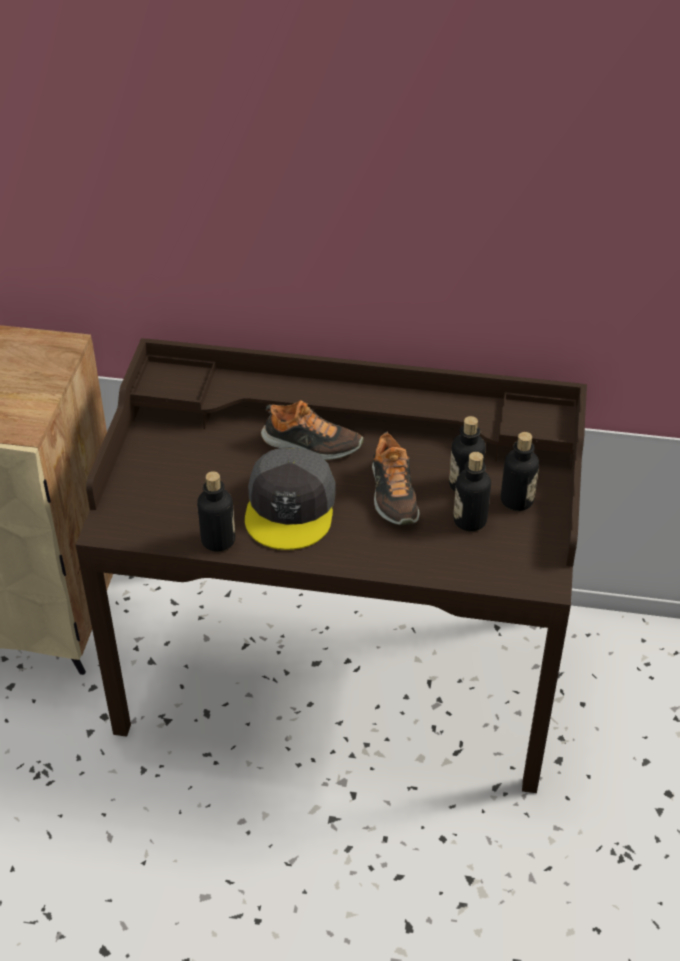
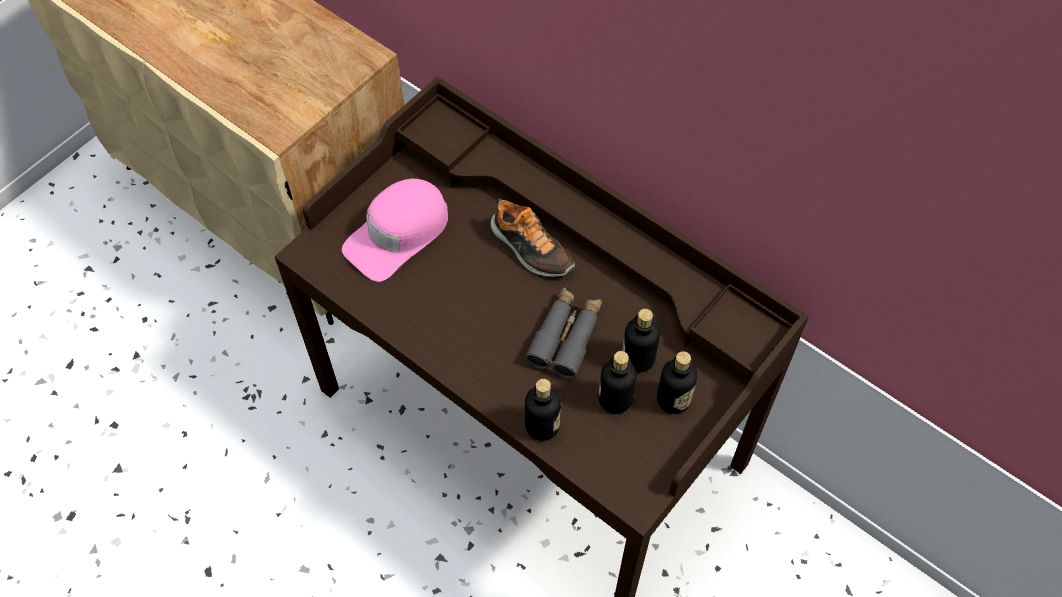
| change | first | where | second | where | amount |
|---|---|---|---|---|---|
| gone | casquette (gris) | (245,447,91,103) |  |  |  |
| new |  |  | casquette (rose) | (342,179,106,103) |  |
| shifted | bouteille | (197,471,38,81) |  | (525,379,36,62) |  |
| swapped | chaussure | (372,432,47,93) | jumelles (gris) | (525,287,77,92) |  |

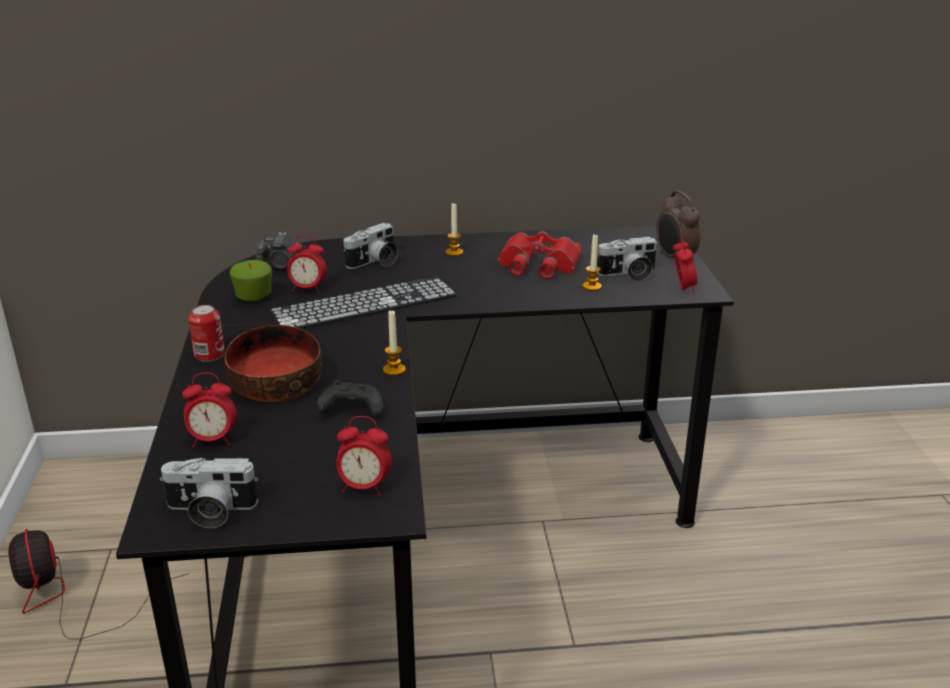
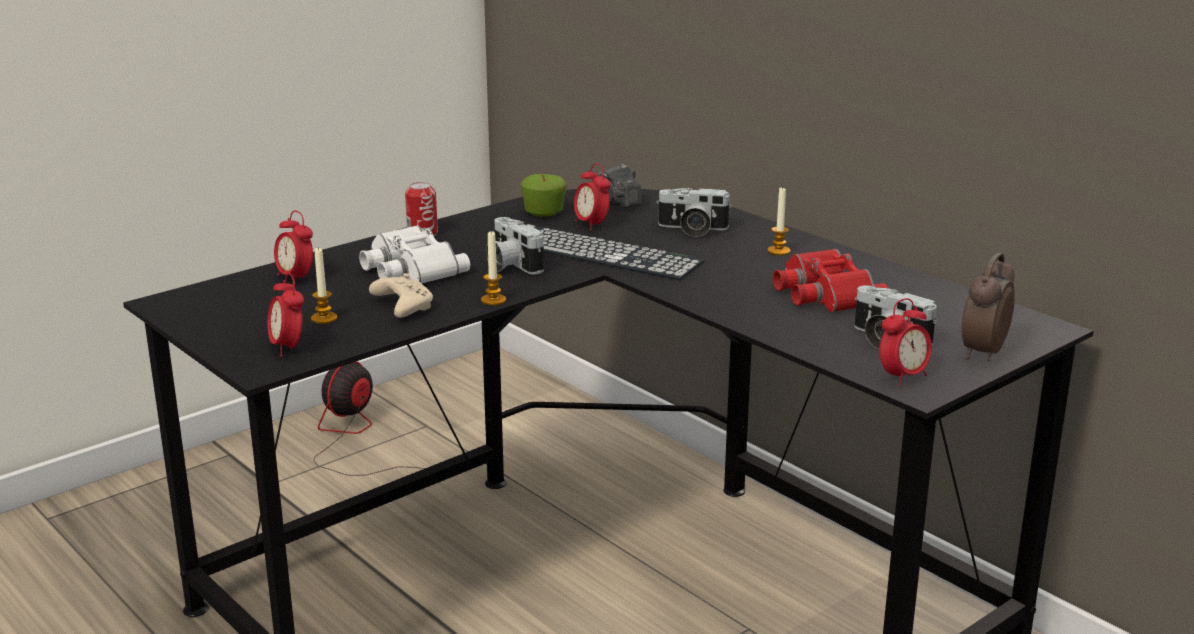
| change | first | where | second | where | amount |
|---|---|---|---|---|---|
| shifted | appareil photo | (160,458,98,70) |  | (486,217,58,57) |  |
| shifted | bougie | (582,233,20,58) |  | (311,248,26,76) |  |
| swapped | bol | (224,325,99,77) | jumelles (blanc) | (359,225,111,59) |  |
| repainted | manette (noir) | (317,380,67,37) | manette (beige) | (369,273,64,45) |  |

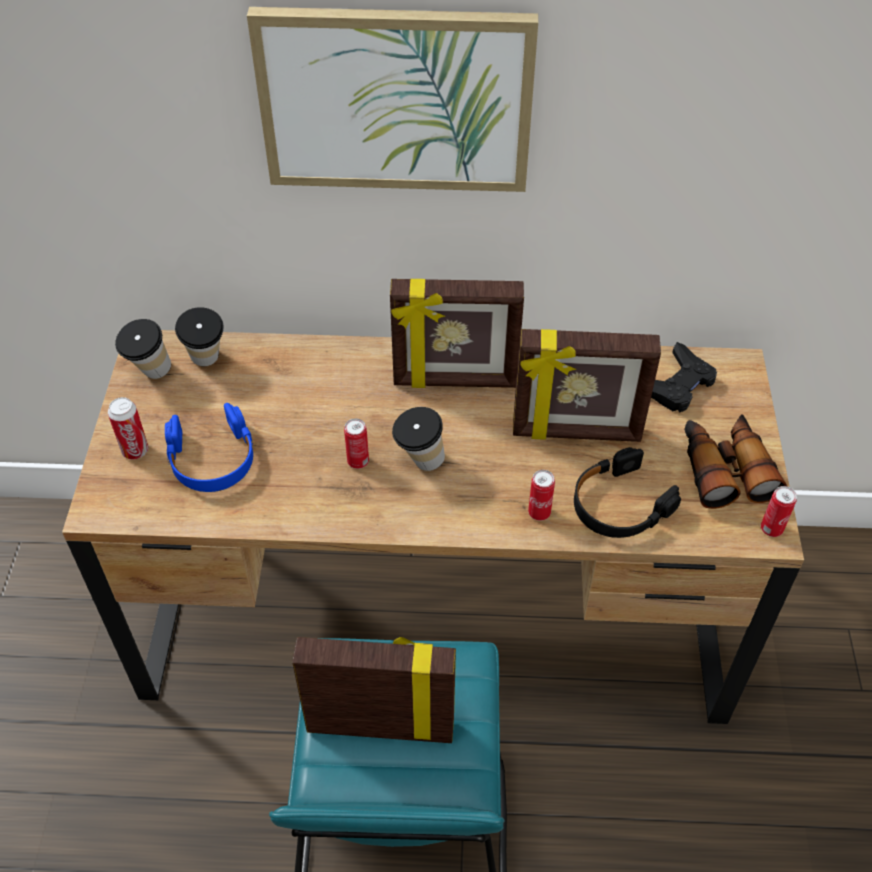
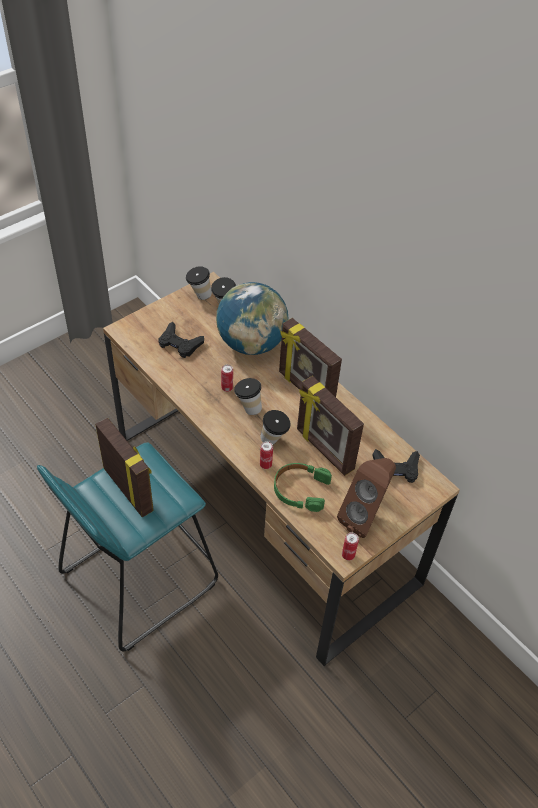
| change | first | where | second | where | amount |
|---|---|---|---|---|---|
| gone | boîte métallique | (108,397,41,62) |  |  |  |
| gone | tableau | (247,7,291,185) |  |  |  |
| new |  |  | globe | (216,282,73,73) |  |
| new |  |  | tasse | (260,410,30,34) |  |
| swapped | casque audio (bleu) | (165,403,88,89) | manette (noir) | (158,322,46,36) |  |
| swapped | jumelles | (685,414,102,95) | enceinte (marron) | (337,458,59,80) |  |
| repainted | casque audio (noir) | (574,447,107,91) | casque audio (vert) | (274,463,58,49) |  |

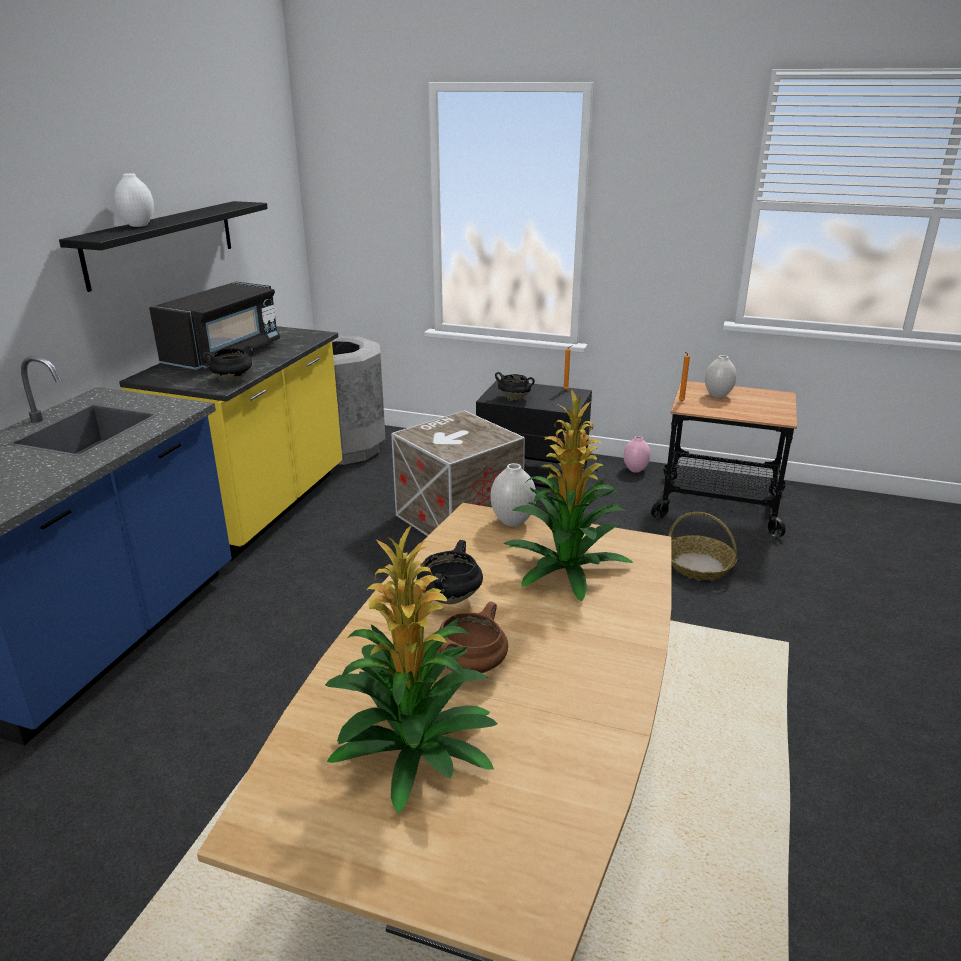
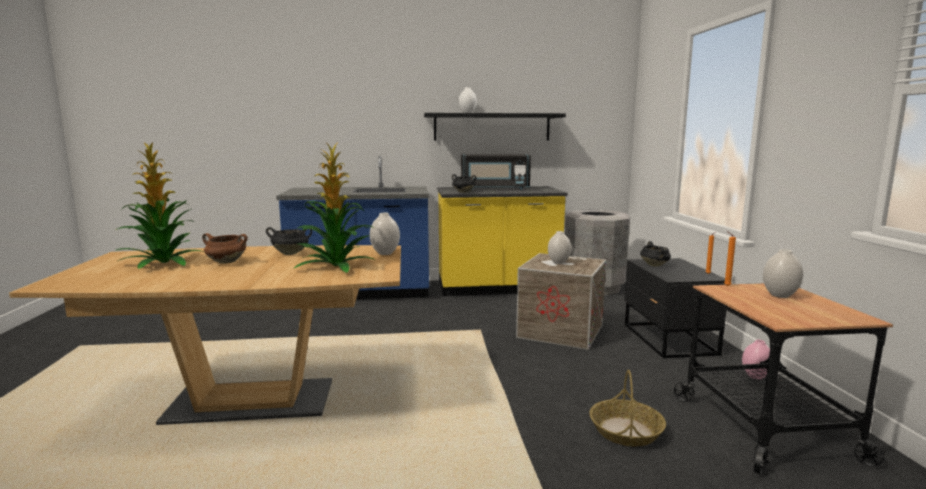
| change | first | where | second | where | amount |
|---|---|---|---|---|---|
| new |  |  | vase (blanc) | (548,231,23,33) |  |

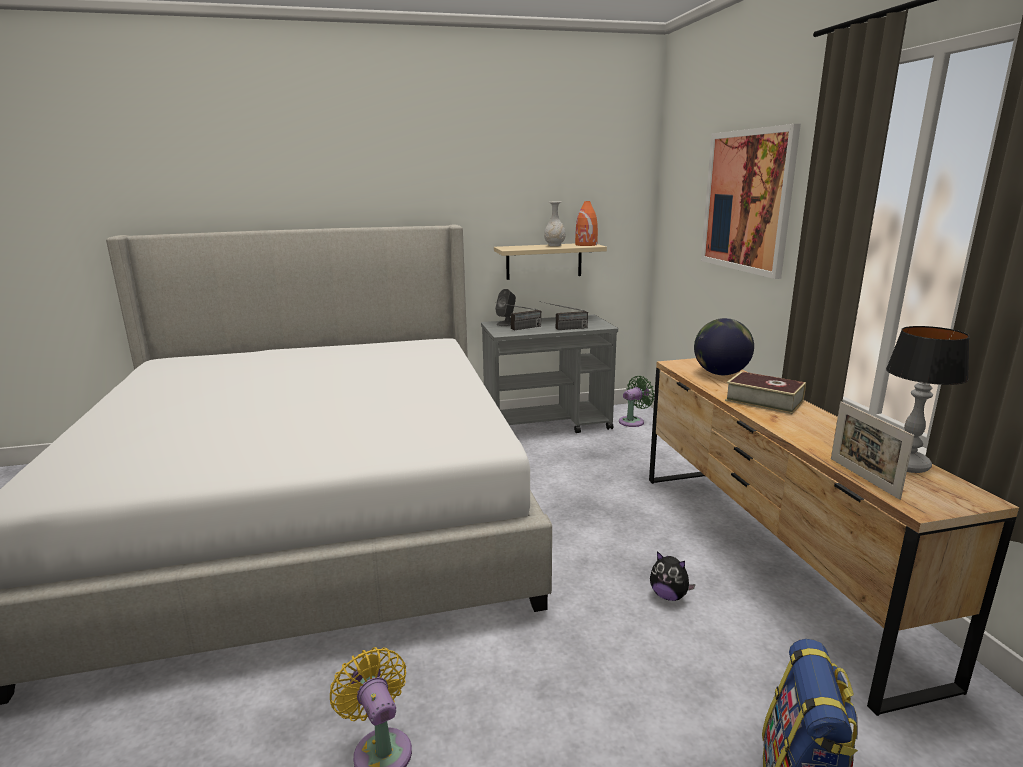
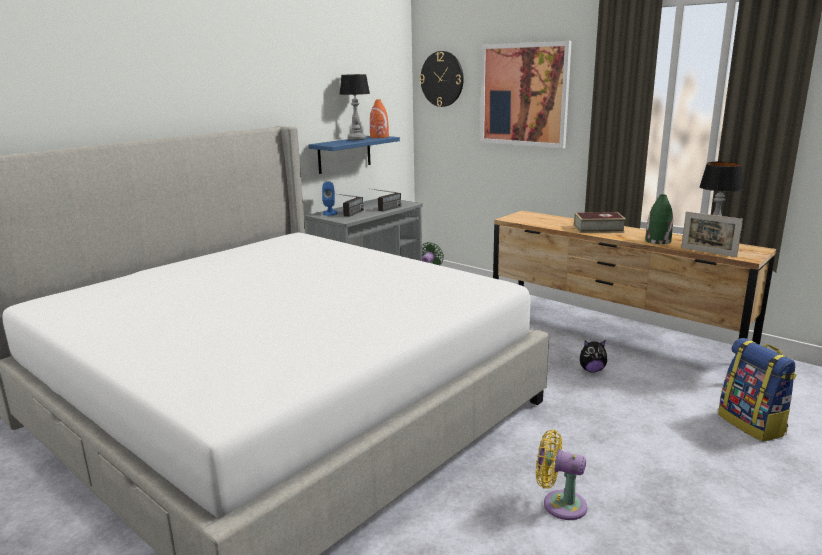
| change | first | where | second | where | amount |
|---|---|---|---|---|---|
| gone | globe | (694,318,60,57) |  |  |  |
| new |  |  | horloge murale | (420,51,44,56) |  |
| new |  |  | vase (vert) | (645,194,28,50) |  |
| swapped | vase (blanc) | (544,202,22,44) | lampe de table | (339,74,31,66) |  |
| repainted | étagère (beige) | (494,244,113,36) | étagère (bleu) | (308,136,92,38) |  |
| repainted | enceinte (gris) | (495,289,21,37) | enceinte (bleu) | (322,182,16,34) |  |

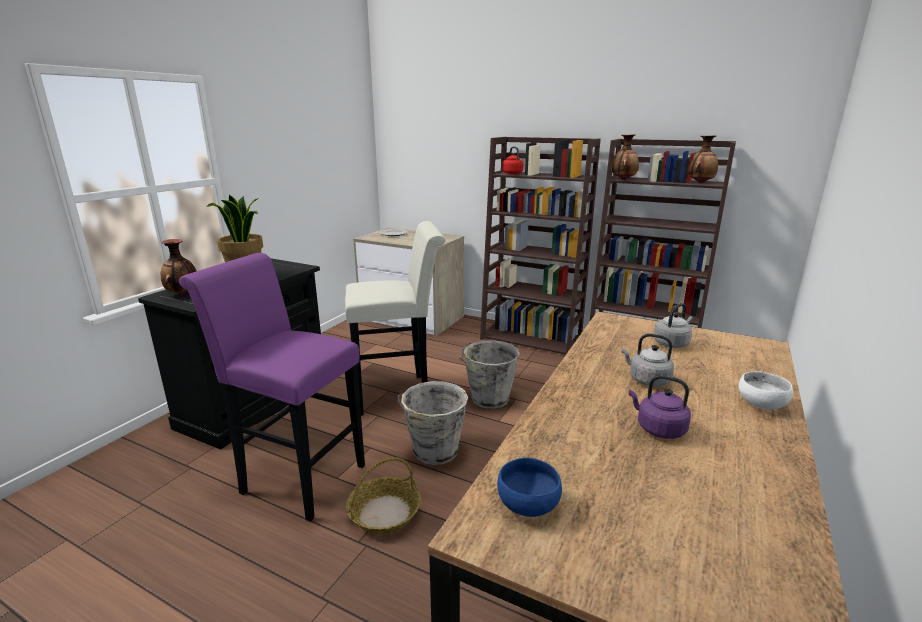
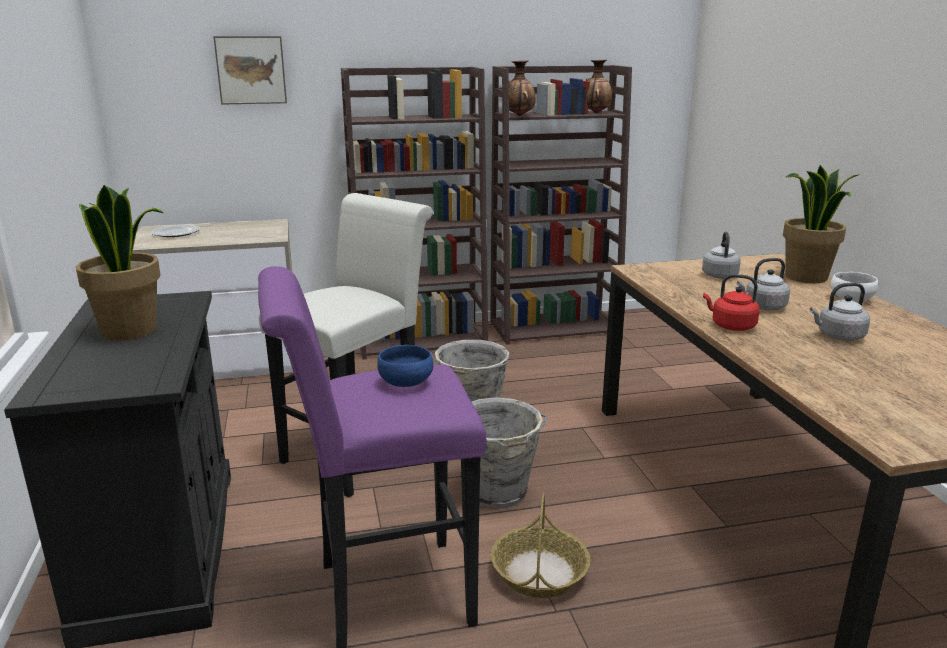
| change | first | where | second | where | amount |
|---|---|---|---|---|---|
| gone | vase | (161,239,36,56) |  |  |  |
| new |  |  | tableau | (213,36,74,69) |  |
| new |  |  | plante en pot | (783,165,77,118) |  |
| shifted | bol (bleu) | (497,458,65,59) |  | (377,345,57,42) |  |
| shifted | bouilloire (rouge) | (502,147,21,27) |  | (703,274,57,57) |  |
| repainted | bouilloire (violet) | (629,375,62,64) | bouilloire (gris) | (810,283,60,58) |  |

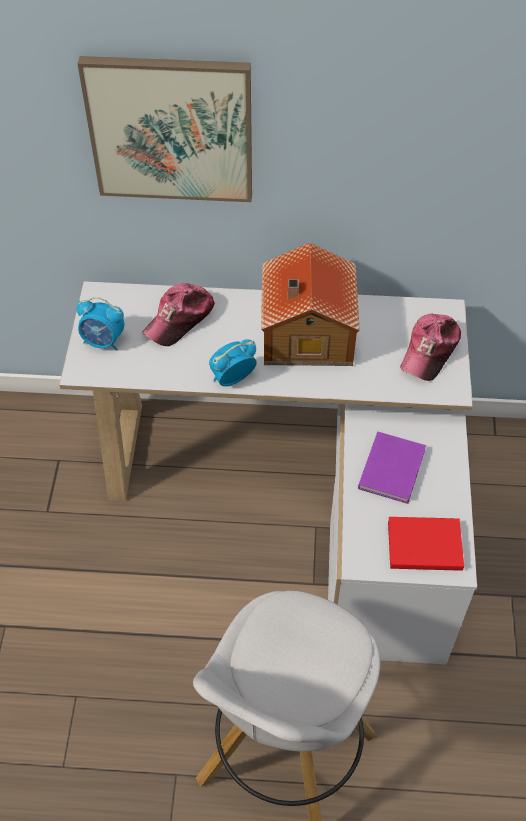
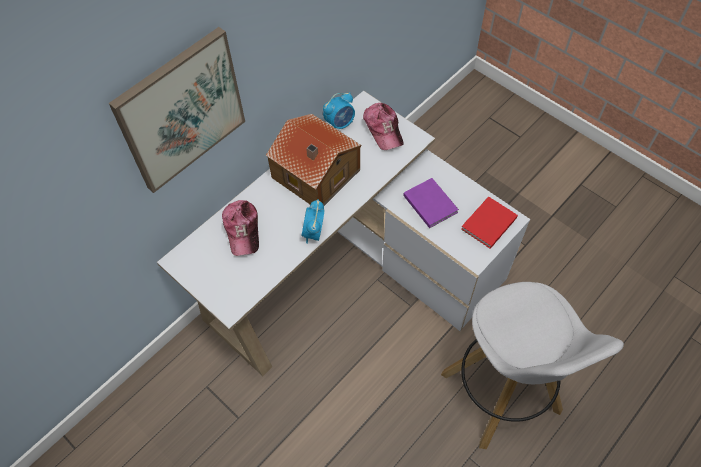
| change | first | where | second | where | amount |
|---|---|---|---|---|---|
| shifted | réveil | (77,297,47,54) |  | (323,92,32,37) |  |

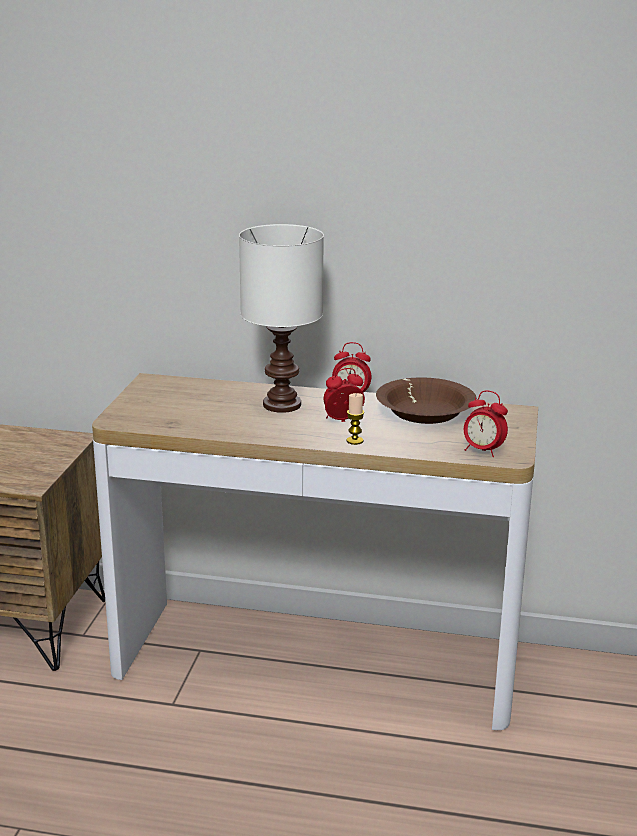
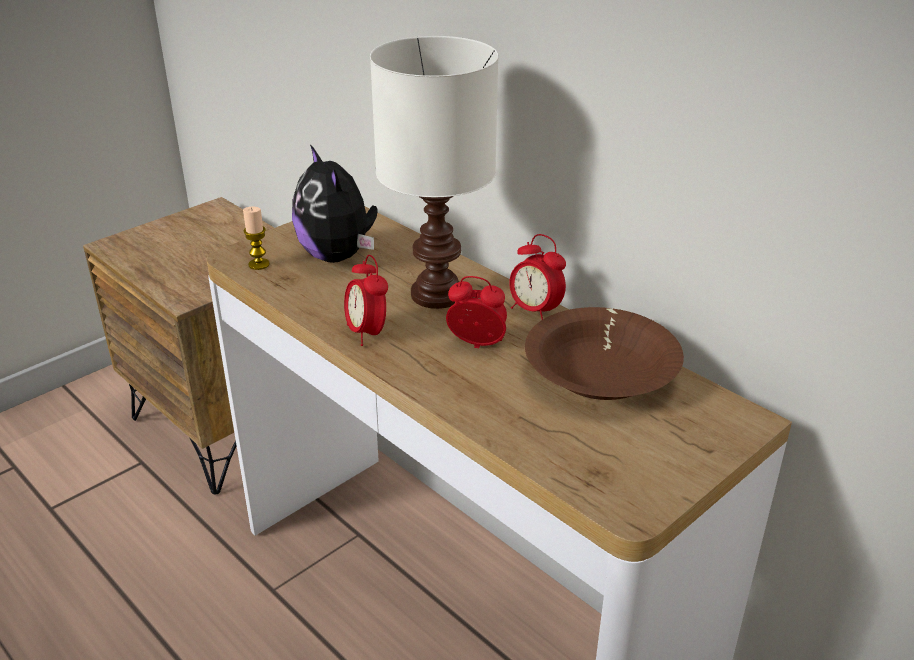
| change | first | where | second | where | amount |
|---|---|---|---|---|---|
| new |  |  | peluche | (292,144,86,119) |  |
| shifted | bougie | (346,393,18,52) |  | (243,207,27,63) |  |
| shifted | réveil | (464,390,44,67) |  | (344,255,44,91) |  |

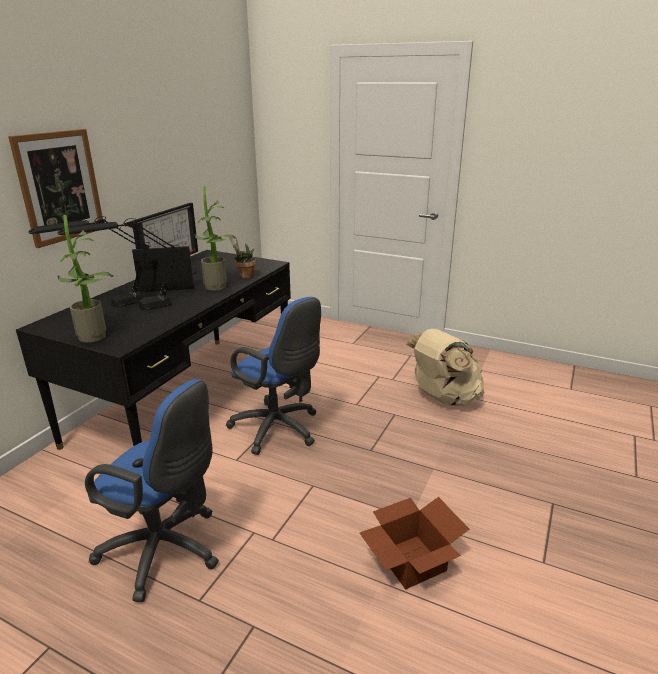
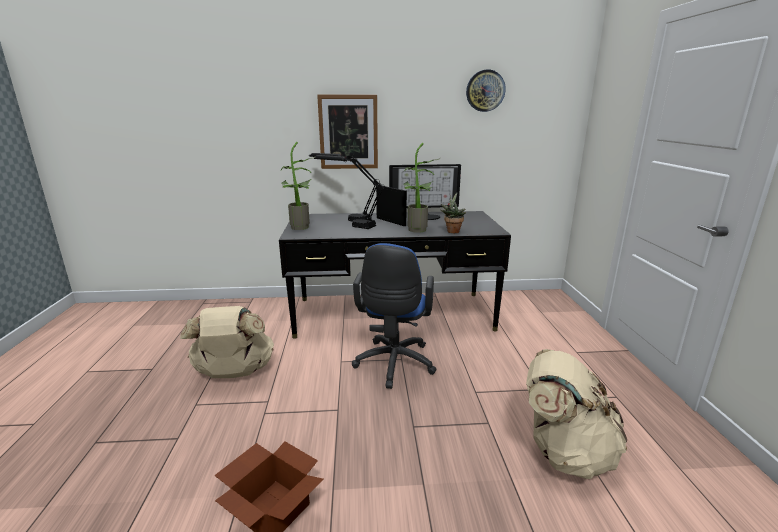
| change | first | where | second | where | amount |
|---|---|---|---|---|---|
| new |  |  | horloge murale | (466,69,40,43) |  |
| swapped | chaise de bureau (bleu) | (85,379,134,223) | sac à dos (beige) | (180,306,94,72) |  |

